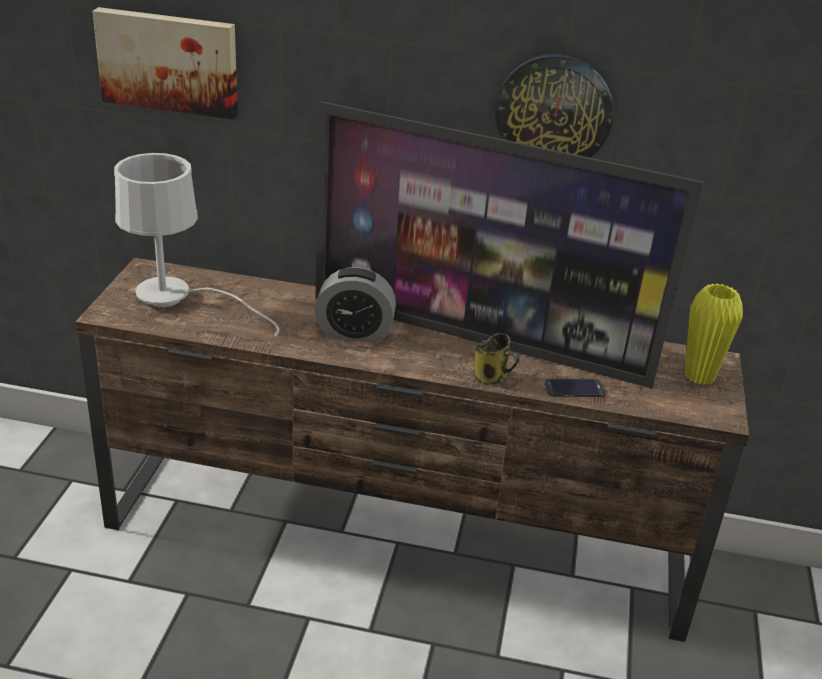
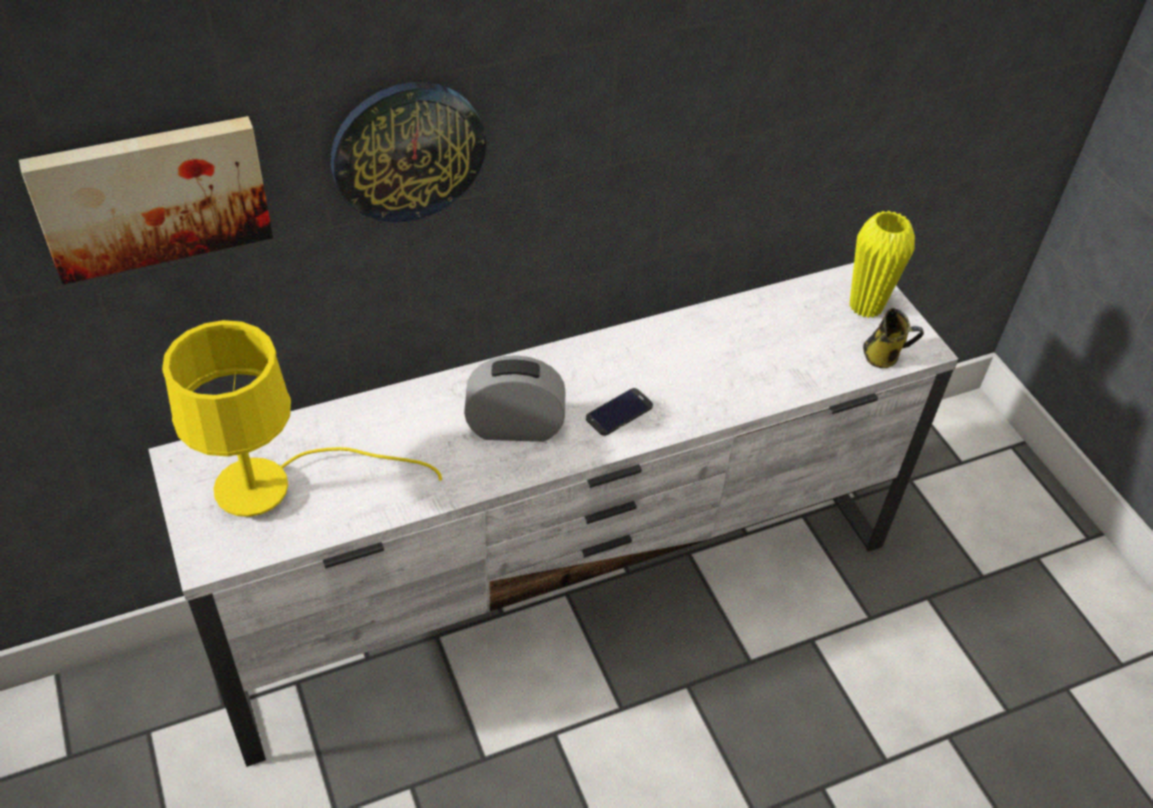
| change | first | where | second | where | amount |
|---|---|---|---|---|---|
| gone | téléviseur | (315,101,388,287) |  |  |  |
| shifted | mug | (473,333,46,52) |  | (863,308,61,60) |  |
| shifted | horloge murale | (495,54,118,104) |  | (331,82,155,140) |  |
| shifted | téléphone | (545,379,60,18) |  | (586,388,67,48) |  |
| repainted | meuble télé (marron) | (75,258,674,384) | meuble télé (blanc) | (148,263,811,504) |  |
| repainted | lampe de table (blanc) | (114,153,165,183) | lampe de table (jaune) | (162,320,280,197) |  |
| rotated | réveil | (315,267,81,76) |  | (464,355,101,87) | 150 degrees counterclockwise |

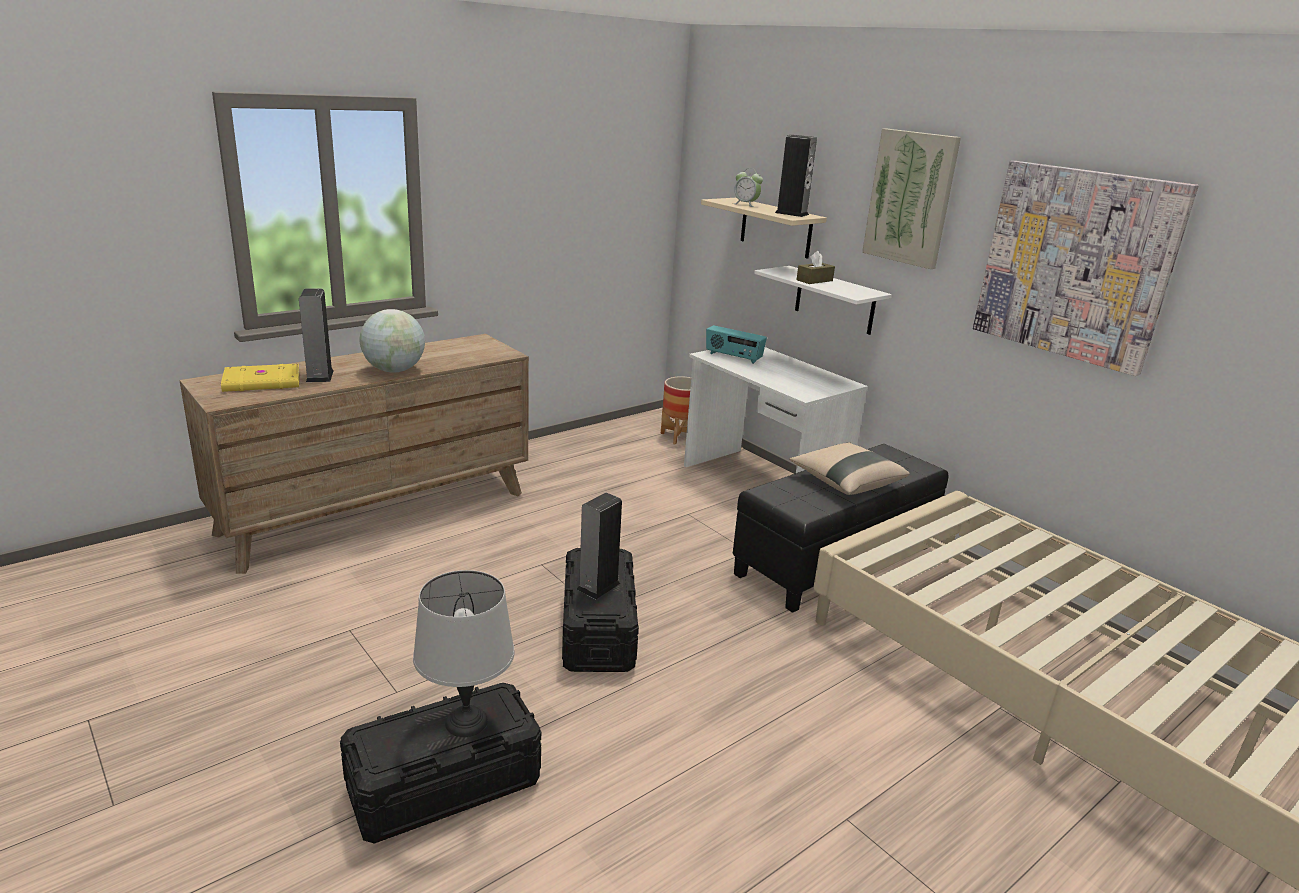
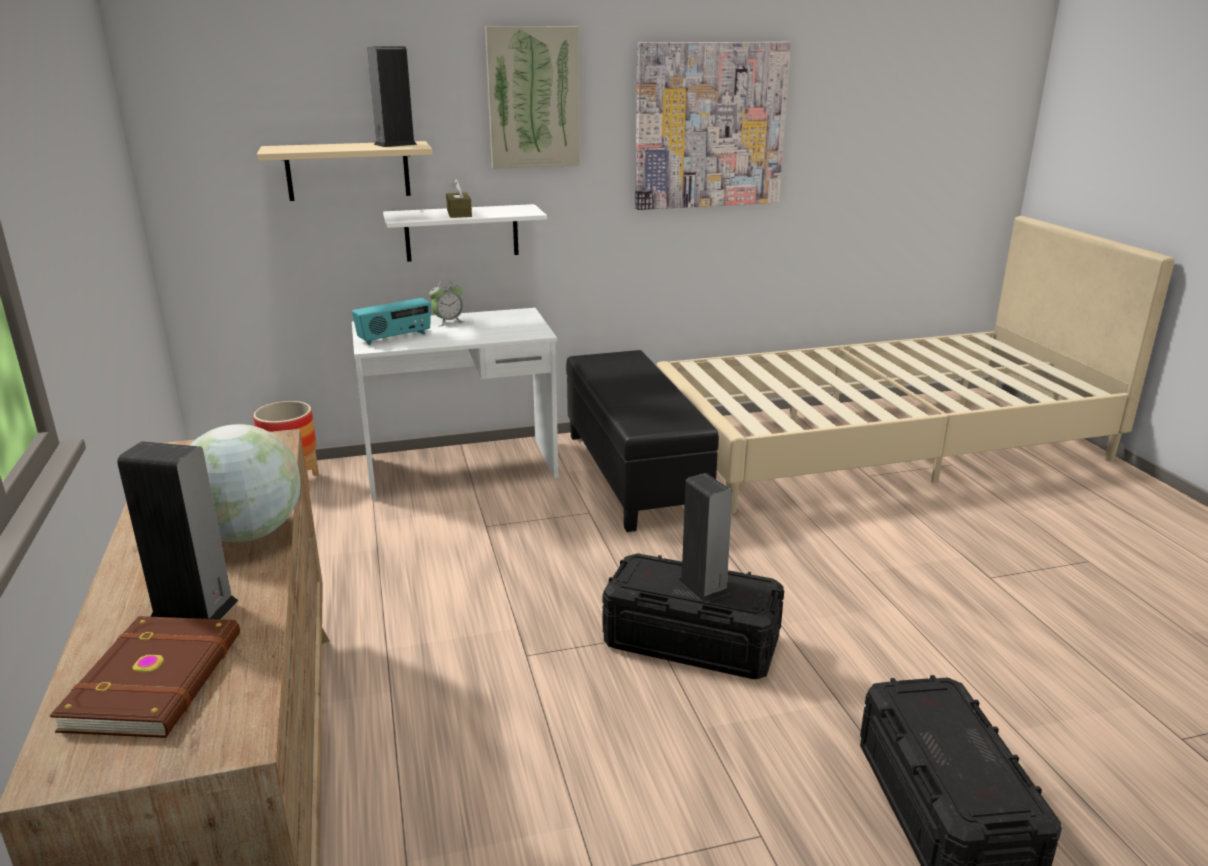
| change | first | where | second | where | amount |
|---|---|---|---|---|---|
| gone | lampe de table (gris) | (413,570,102,167) |  |  |  |
| gone | coussin (beige) | (789,443,121,52) |  |  |  |
| shifted | réveil | (734,168,29,39) |  | (429,280,36,46) |  |
| repainted | livre (jaune) | (221,364,79,28) | livre (marron) | (49,616,191,122) |  |

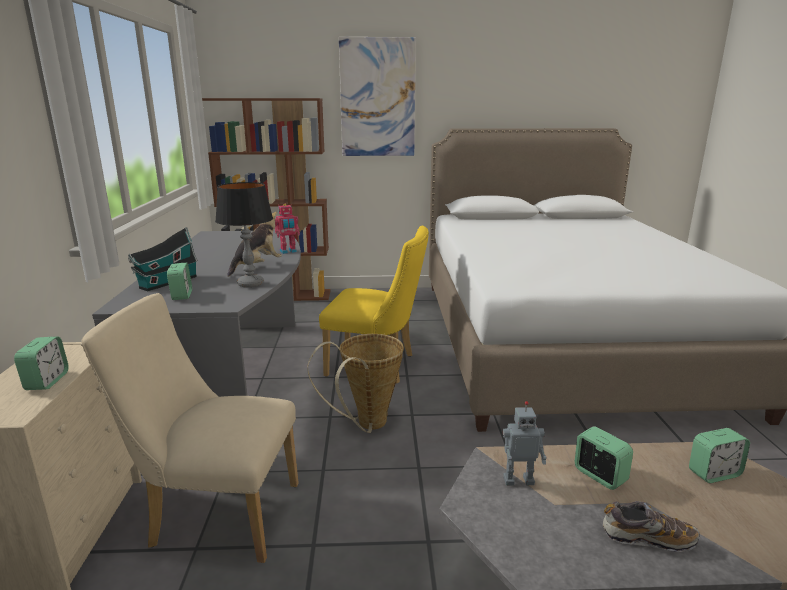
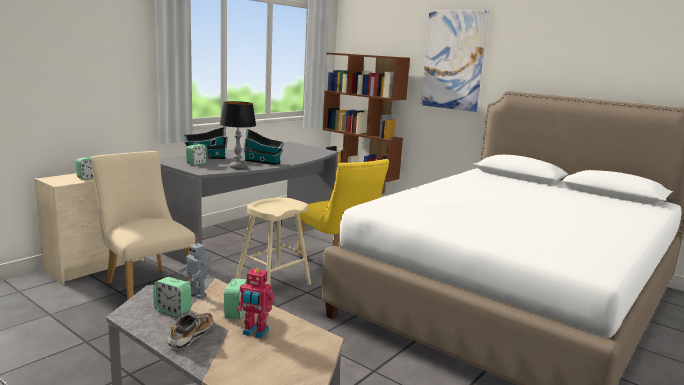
| change | first | where | second | where | amount |
|---|---|---|---|---|---|
| shifted | robot jouet | (274,203,26,51) |  | (237,268,37,70) |  |
| shifted | réveil | (689,428,61,55) |  | (154,277,37,40) |  |
| swapped | peluche | (227,212,55,65) | maison miniature | (243,129,40,36) |  |
| swapped | panier | (308,334,96,99) | tabouret (beige) | (236,197,75,88) |  |
| rotated | chaussure | (602,501,98,51) |  | (168,312,45,37) | 120 degrees counterclockwise |

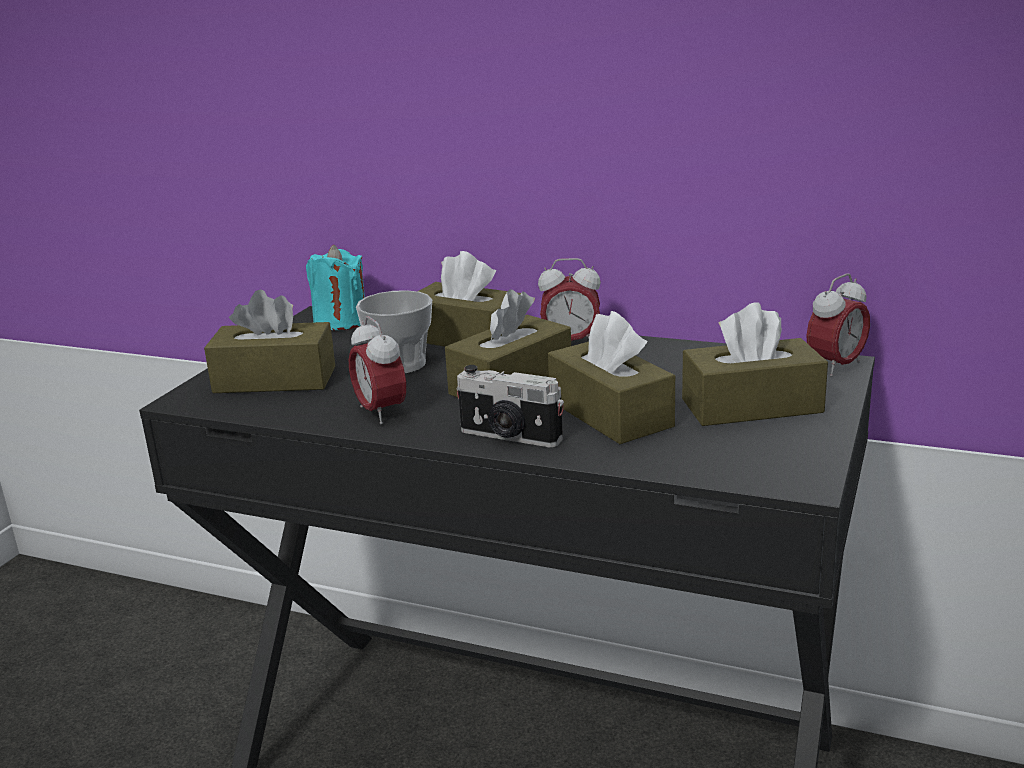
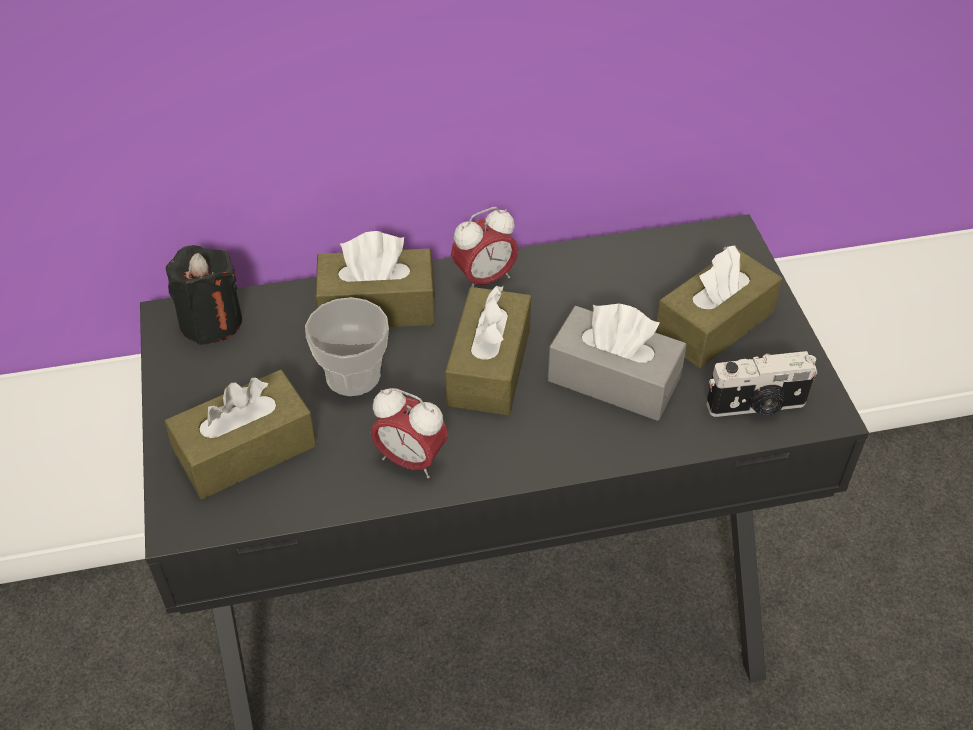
| change | first | where | second | where | amount |
|---|---|---|---|---|---|
| gone | réveil | (806,273,64,104) |  |  |  |
| shifted | appareil photo | (457,365,107,83) |  | (706,351,111,66) |  |
| repainted | bougie (turquoise) | (306,245,59,85) | bougie (noir) | (166,245,76,100) |  |
| repainted | boîte à mouchoirs (marron) | (548,311,127,133) | boîte à mouchoirs (gris) | (548,304,139,117) |  |

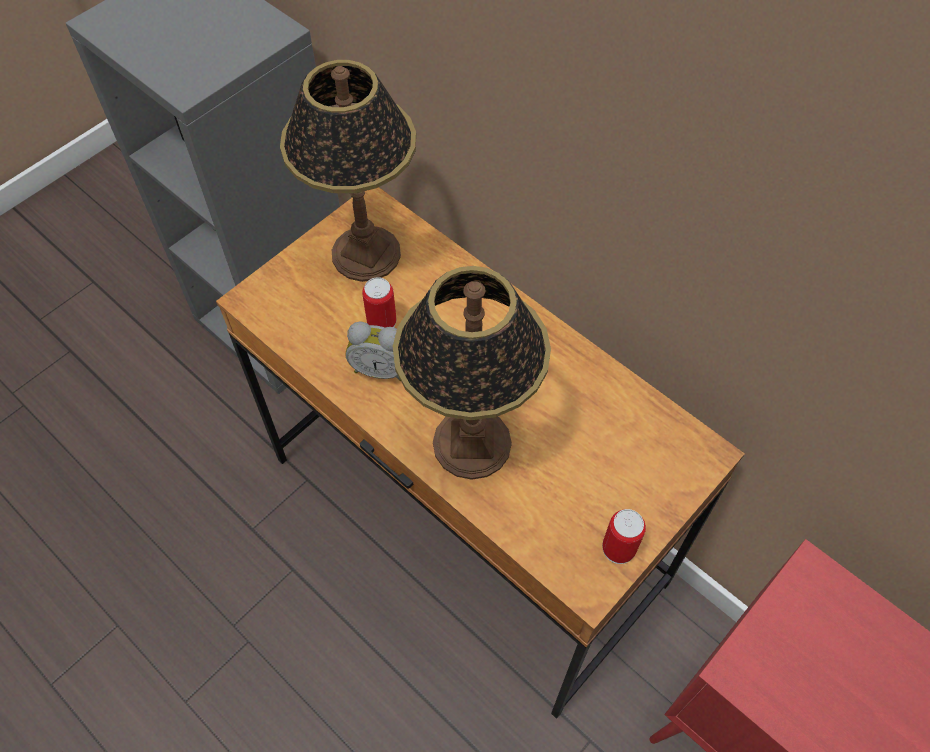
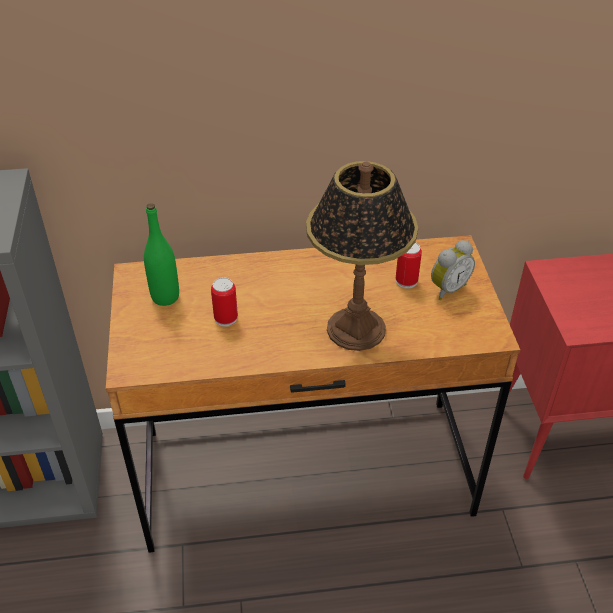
| change | first | where | second | where | amount |
|---|---|---|---|---|---|
| shifted | réveil | (346,322,55,59) |  | (431,240,44,60) |  |
| shifted | boîte métallique | (602,509,44,55) |  | (396,242,26,47) |  |
| swapped | lampe de table | (280,60,136,222) | bouteille (vert) | (144,203,35,103) |  |

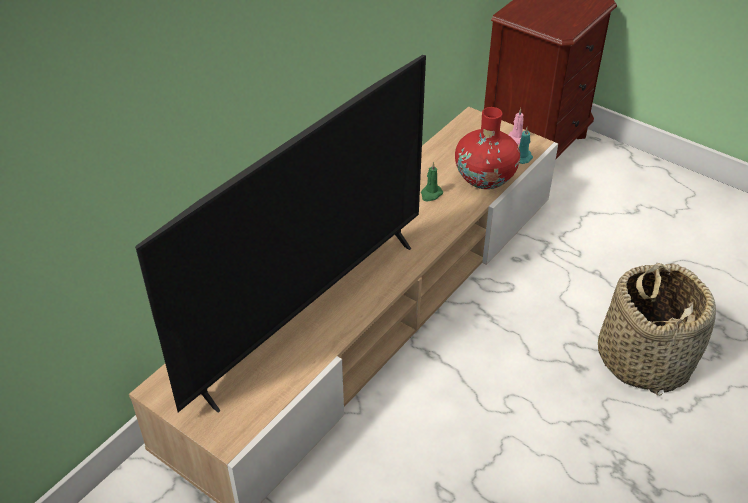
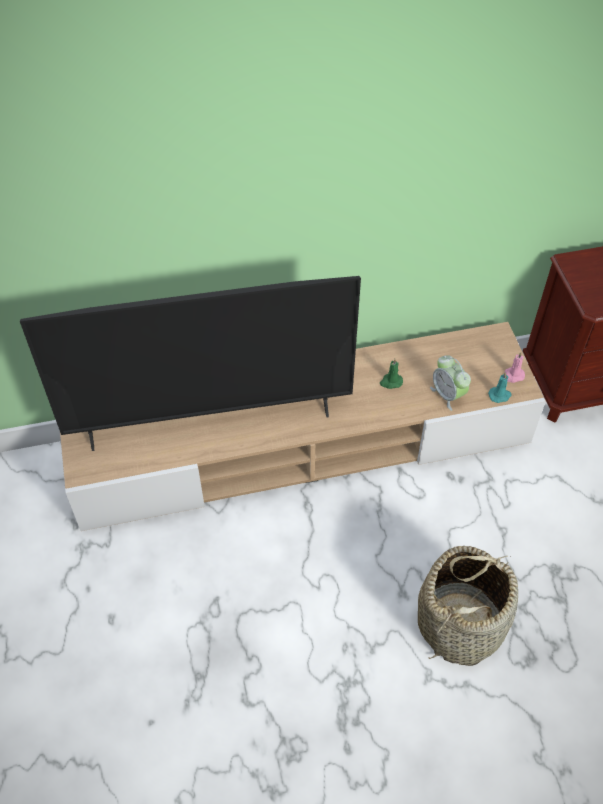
| change | first | where | second | where | amount |
|---|---|---|---|---|---|
| swapped | vase (rouge) | (455,107,65,82) | réveil | (430,355,41,56) |  |

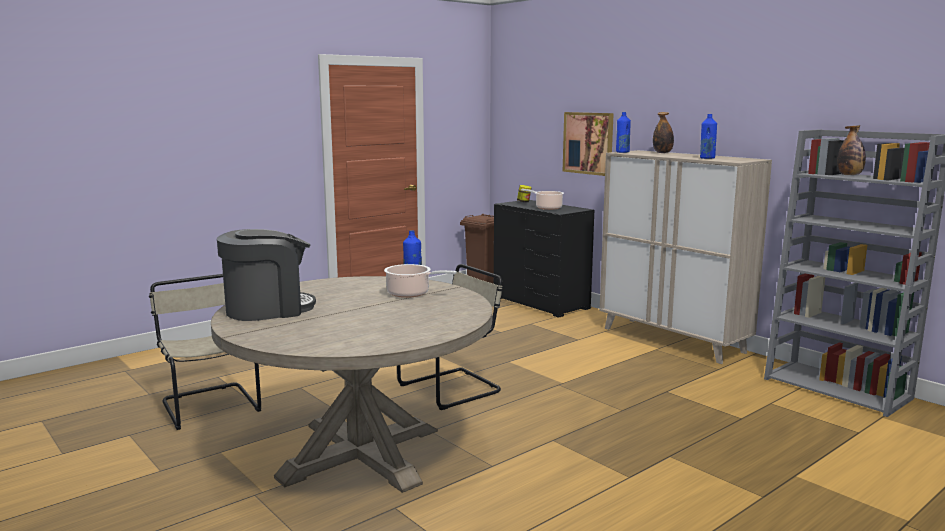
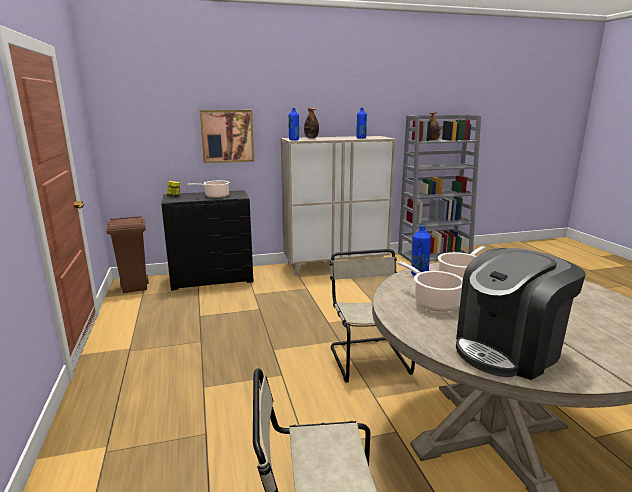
| change | first | where | second | where | amount |
|---|---|---|---|---|---|
| new |  |  | marmite | (398,261,65,51) |  |
| rotated | machine à café | (217,229,99,92) |  | (456,248,130,132) | 120 degrees counterclockwise |

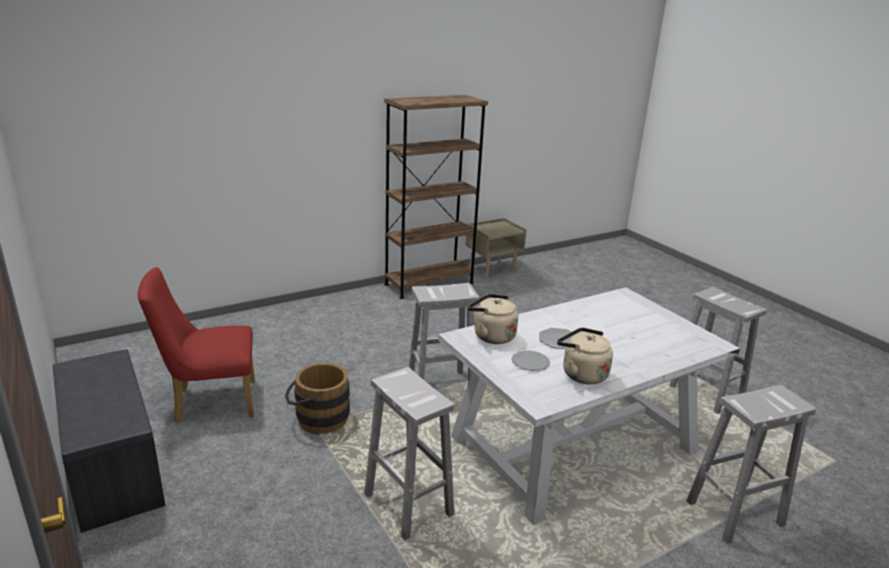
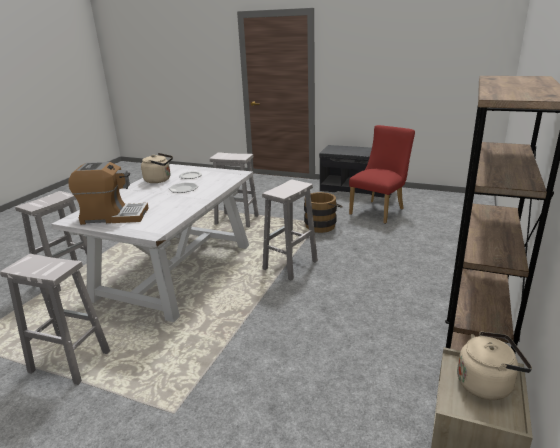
| change | first | where | second | where | amount |
|---|---|---|---|---|---|
| new |  |  | machine à café | (69,162,80,63) |  |
| shifted | bouilloire (beige) | (468,294,50,50) |  | (457,331,75,69) |  |

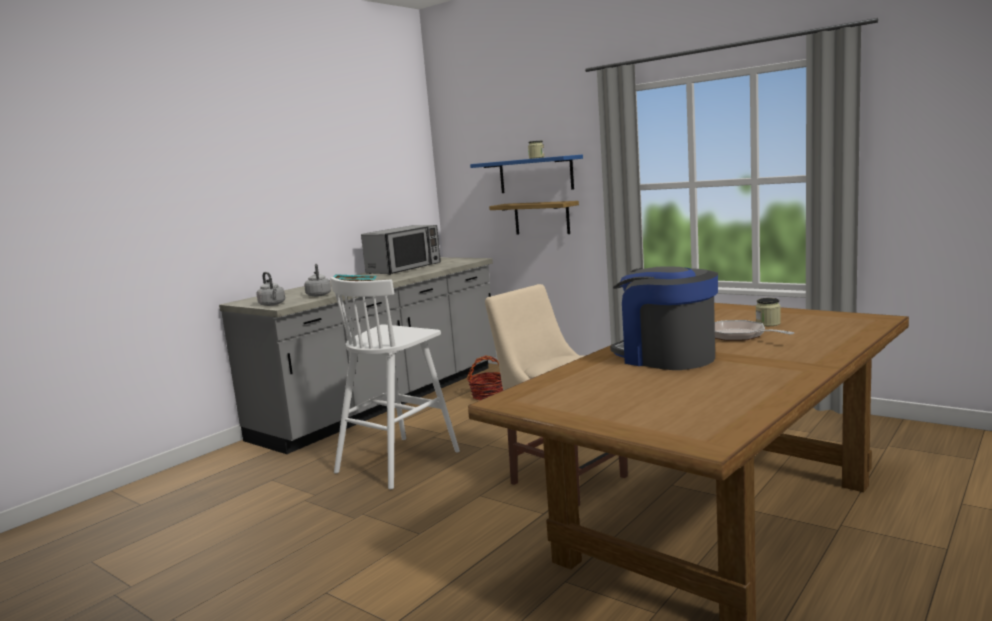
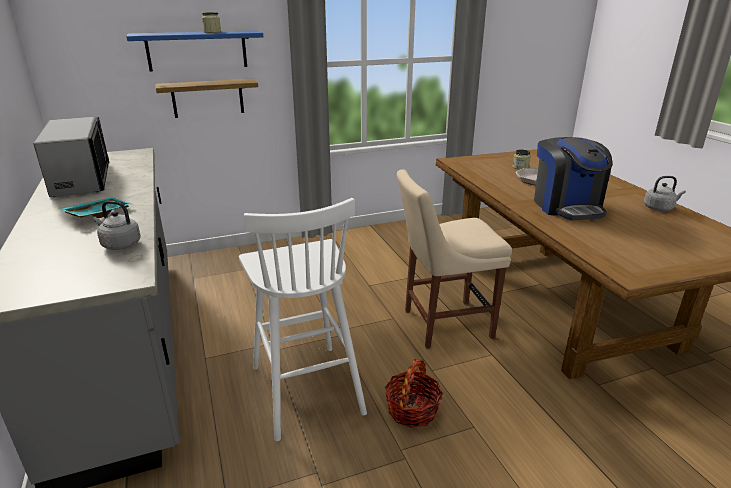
| change | first | where | second | where | amount |
|---|---|---|---|---|---|
| shifted | bouilloire (gris) | (257,272,28,34) |  | (644,176,42,35) |  |
| shifted | panier | (467,356,36,44) |  | (385,359,58,69) |  |
| rotated | machine à café | (610,266,108,104) |  | (534,137,79,83) | 90 degrees counterclockwise |

